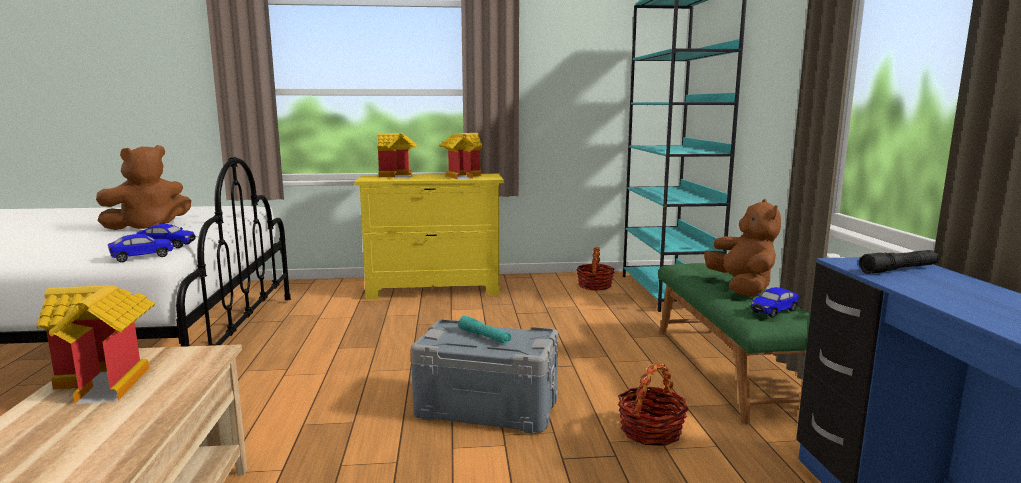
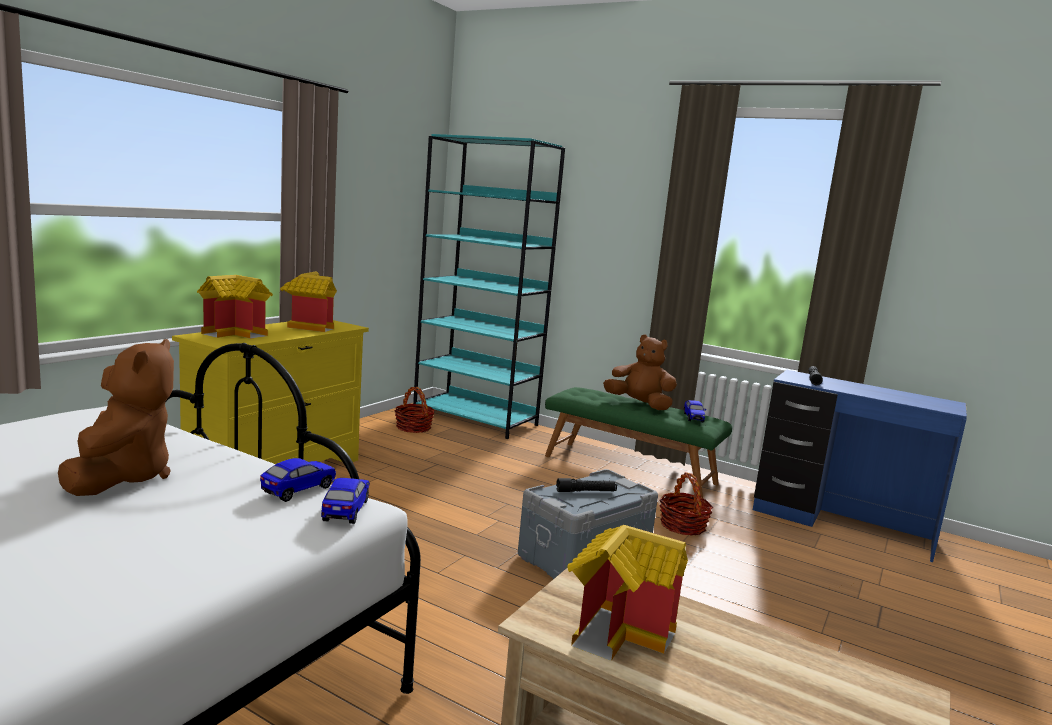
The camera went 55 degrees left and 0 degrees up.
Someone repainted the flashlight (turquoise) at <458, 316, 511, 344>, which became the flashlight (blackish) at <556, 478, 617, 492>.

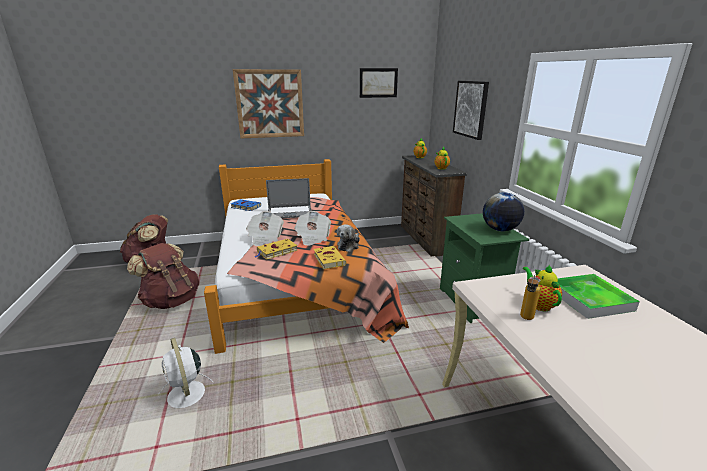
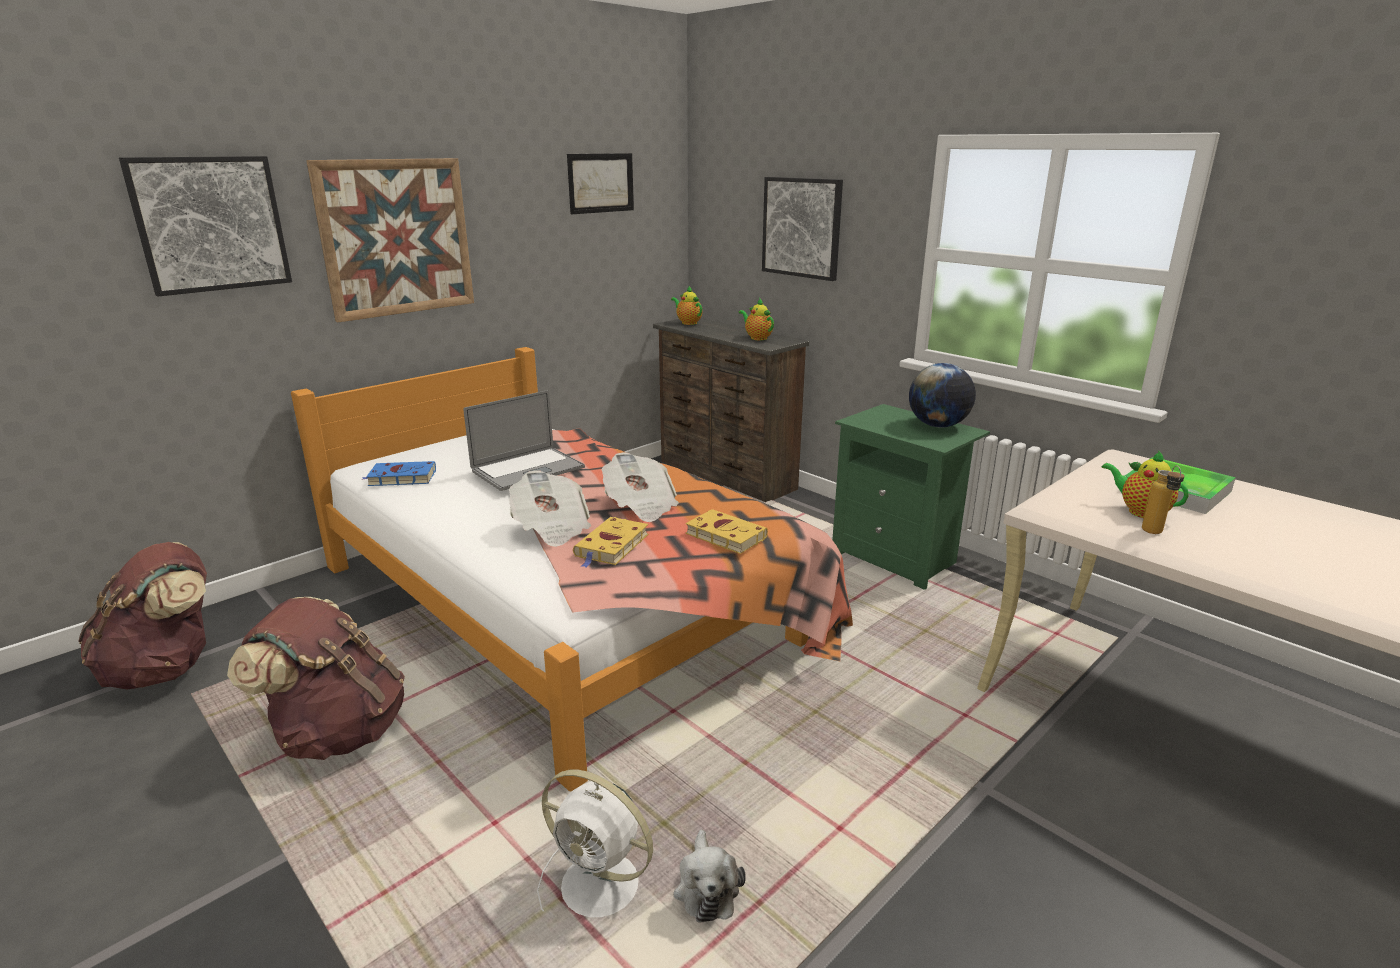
The camera went 30 degrees left and 0 degrees up.
Someone carried the soft toy from <337, 224, 360, 252> to <673, 830, 746, 923>.
Someone put up the picture at <119, 156, 292, 297>.

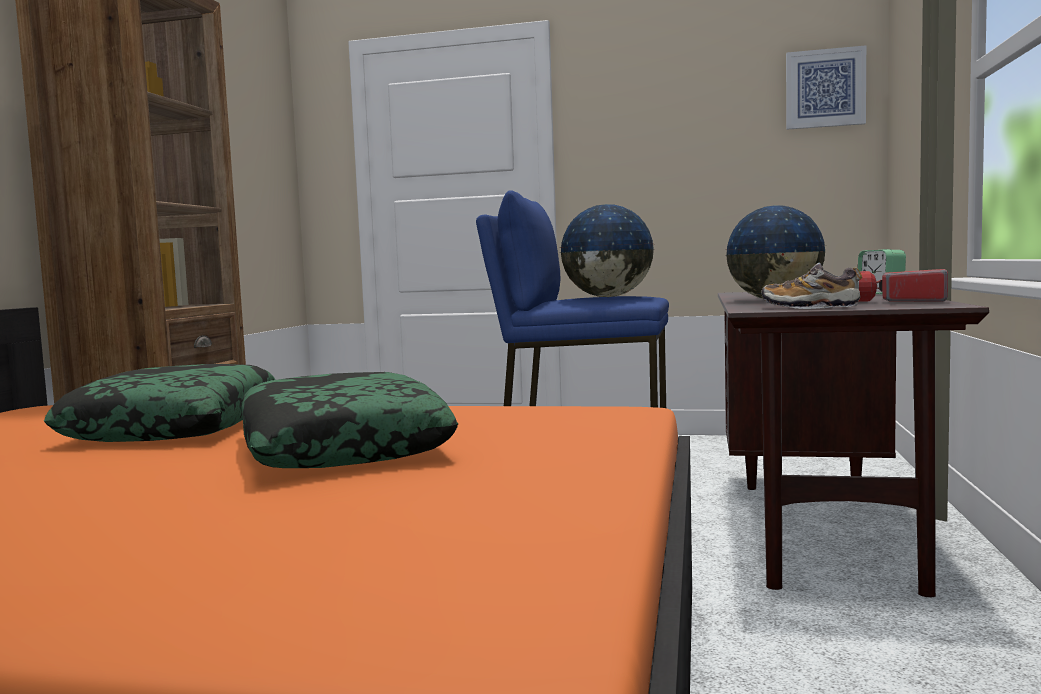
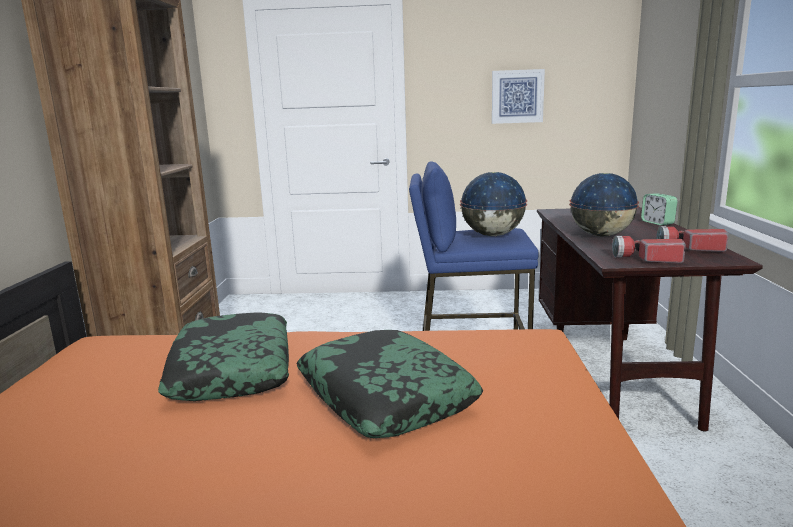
The camera went 10 degrees left and 10 degrees up.
Someone swapped the item of footwear at <761, 263, 862, 309> for the flashlight at <612, 236, 686, 263>.
Someone carried the picture from <786, 45, 866, 130> to <492, 69, 545, 124>.

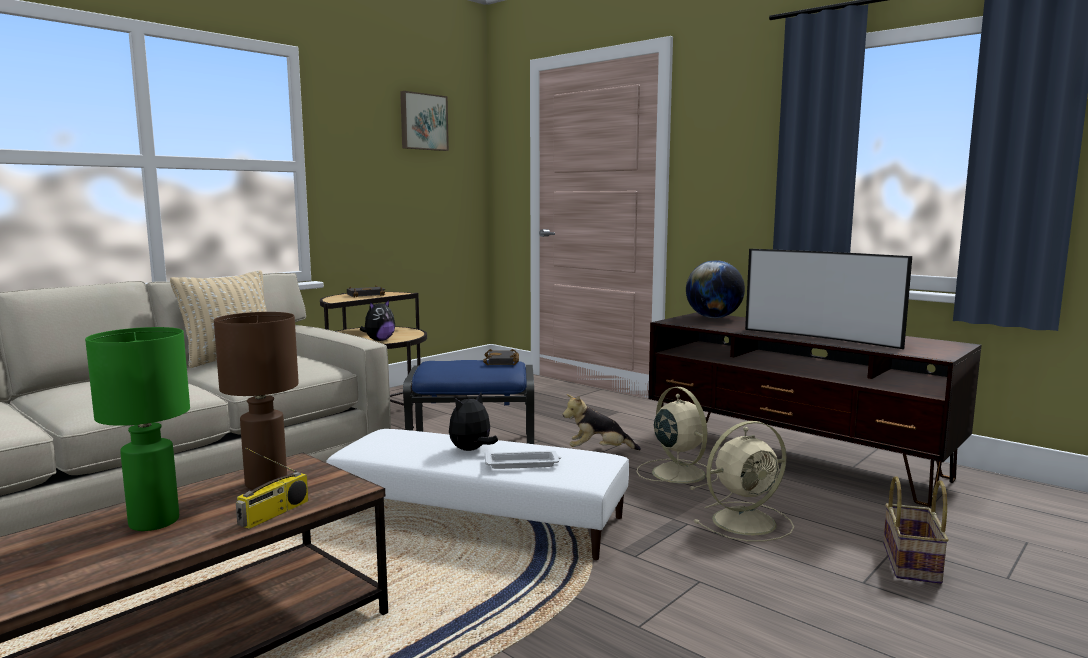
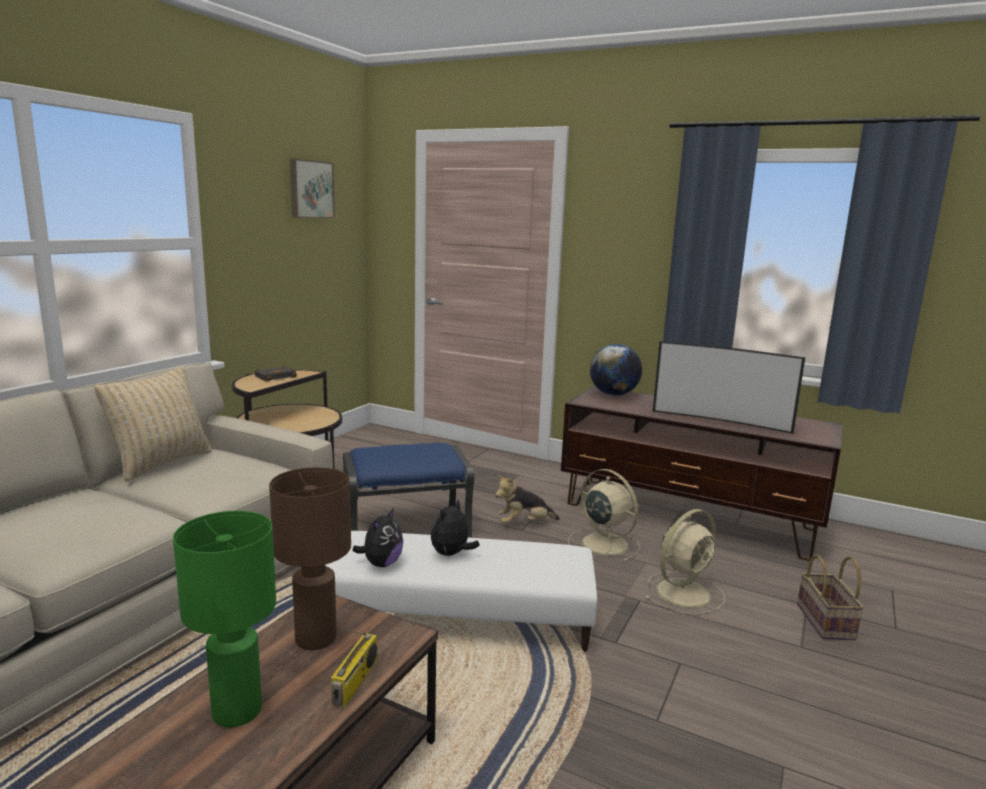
The camera went 15 degrees left and 5 degrees up.
Someone carried the soft toy from <360, 300, 395, 341> to <353, 508, 403, 567>.
Someone took away the volume (blackish) at <483, 349, 519, 365>.
Someone took away the tray (white) at <485, 451, 561, 469>.

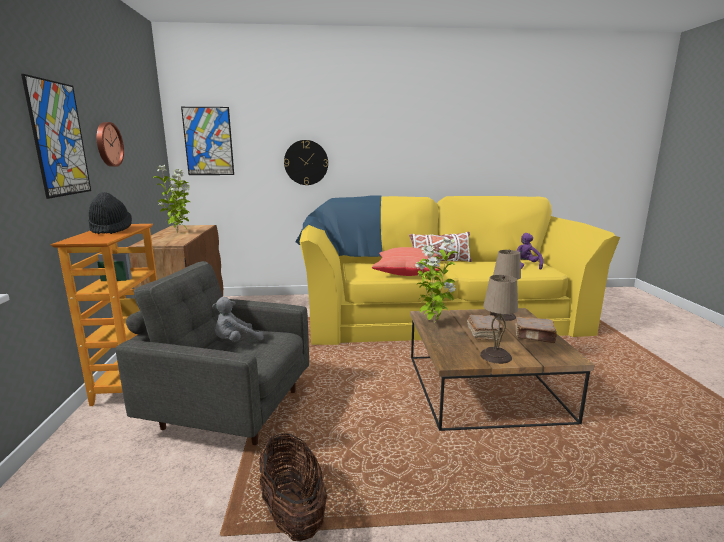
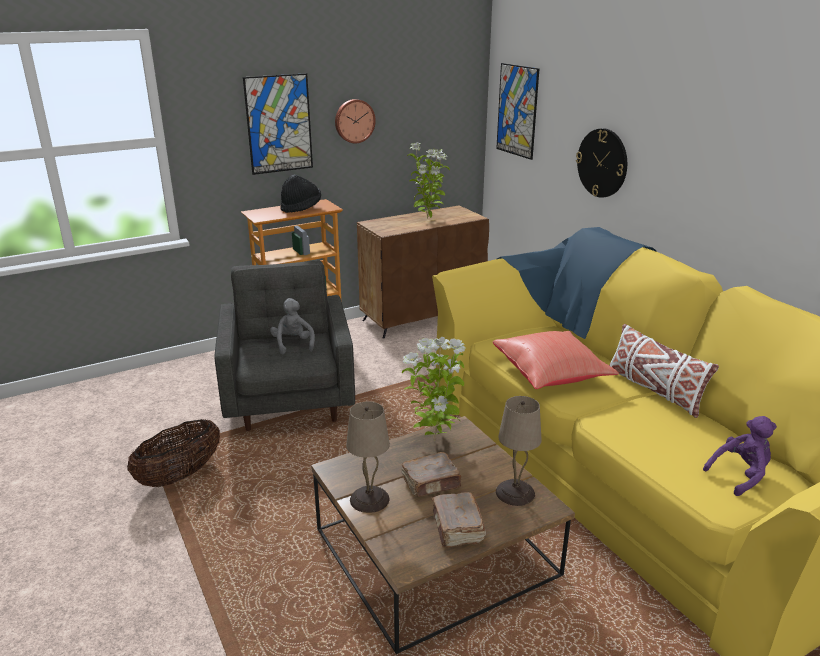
The camera went 65 degrees right and 10 degrees up.
Someone rotated the soft toy (gray) at <212, 297, 264, 342> by 45 degrees clockwise.

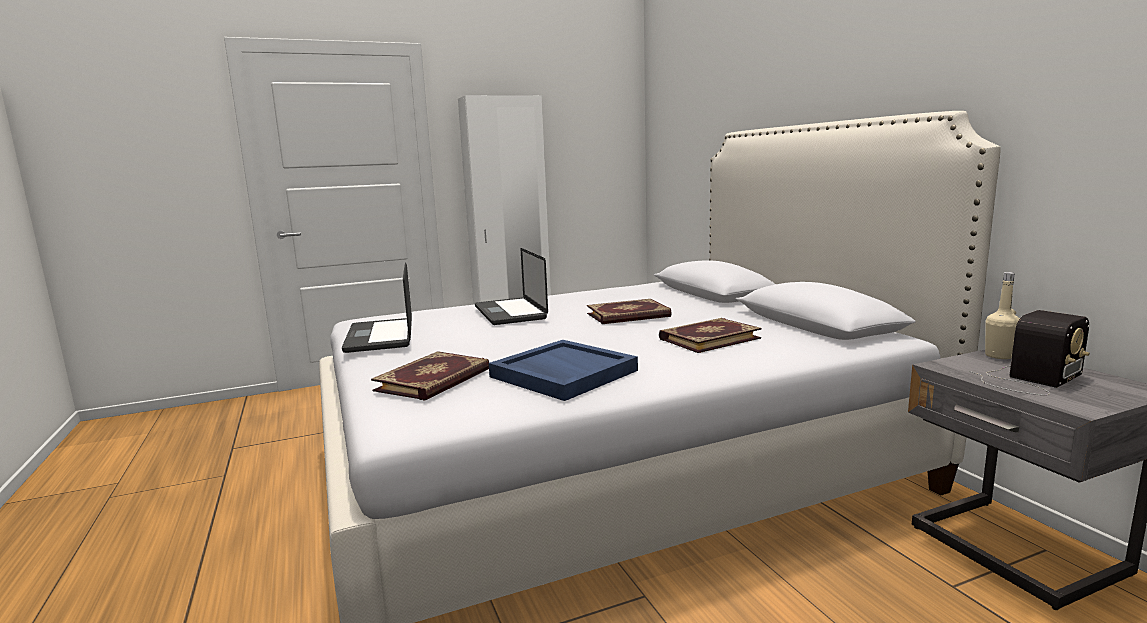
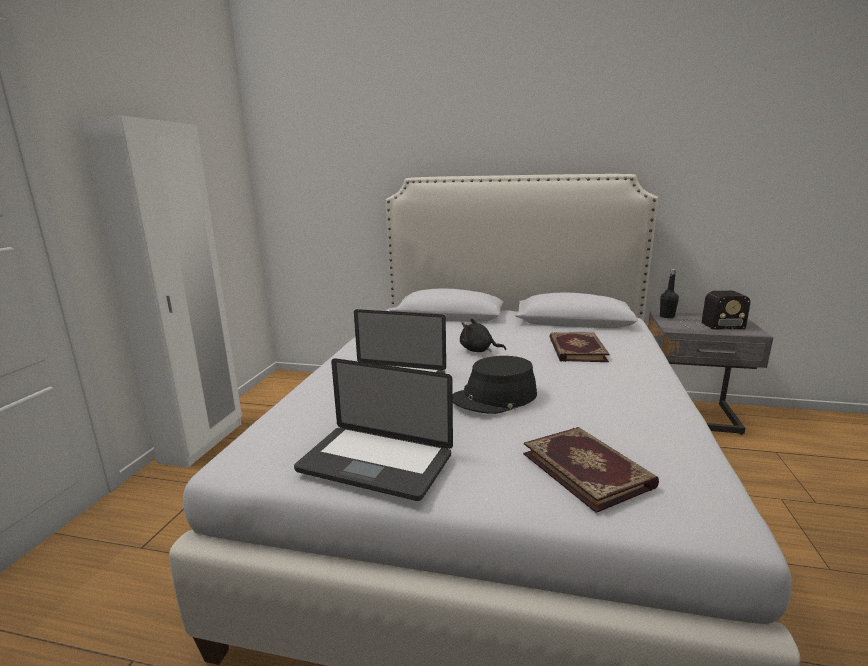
The camera went 55 degrees left and 5 degrees up.
Someone took away the tray (blue) at <489, 340, 638, 401>.
Someone swapped the volume at <587, 299, 672, 324> for the soft toy (blackish) at <460, 318, 506, 352>.
Someone rotated the radio receiver at <969, 310, 1090, 395> by 90 degrees clockwise.
Someone repainted the drink bottle (sand-coloured) at <985, 272, 1020, 359>, which became the drink bottle (blackish) at <660, 269, 679, 318>.
Someone put down the hat (blackish) at <453, 356, 537, 414>.

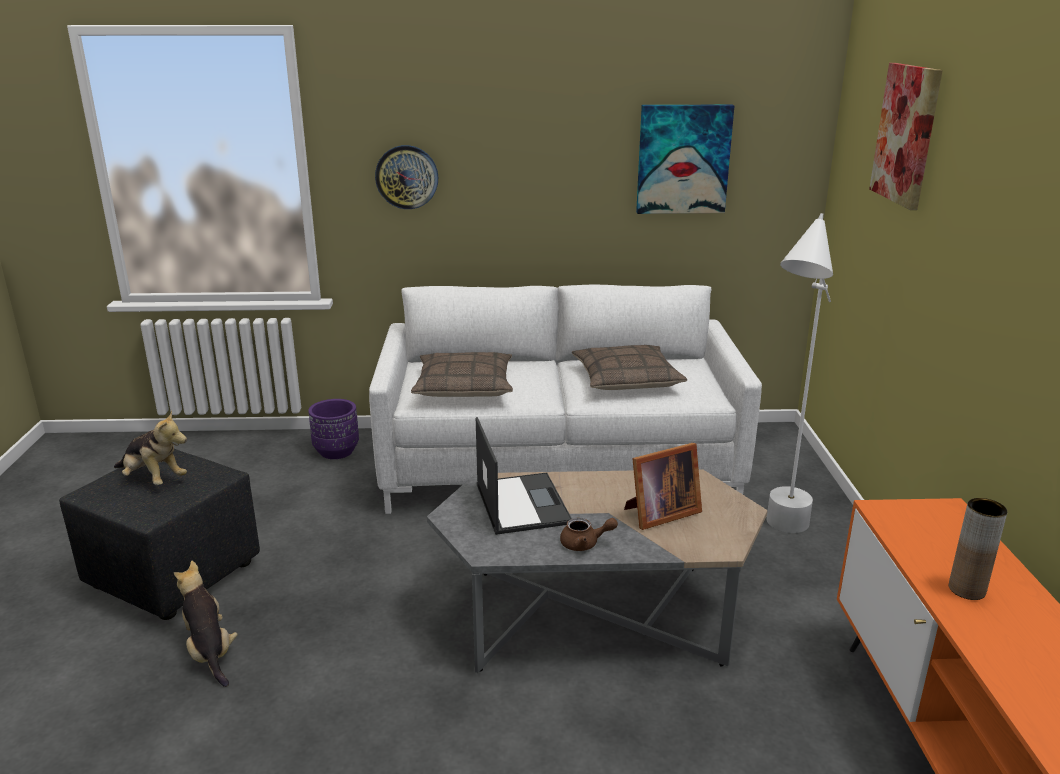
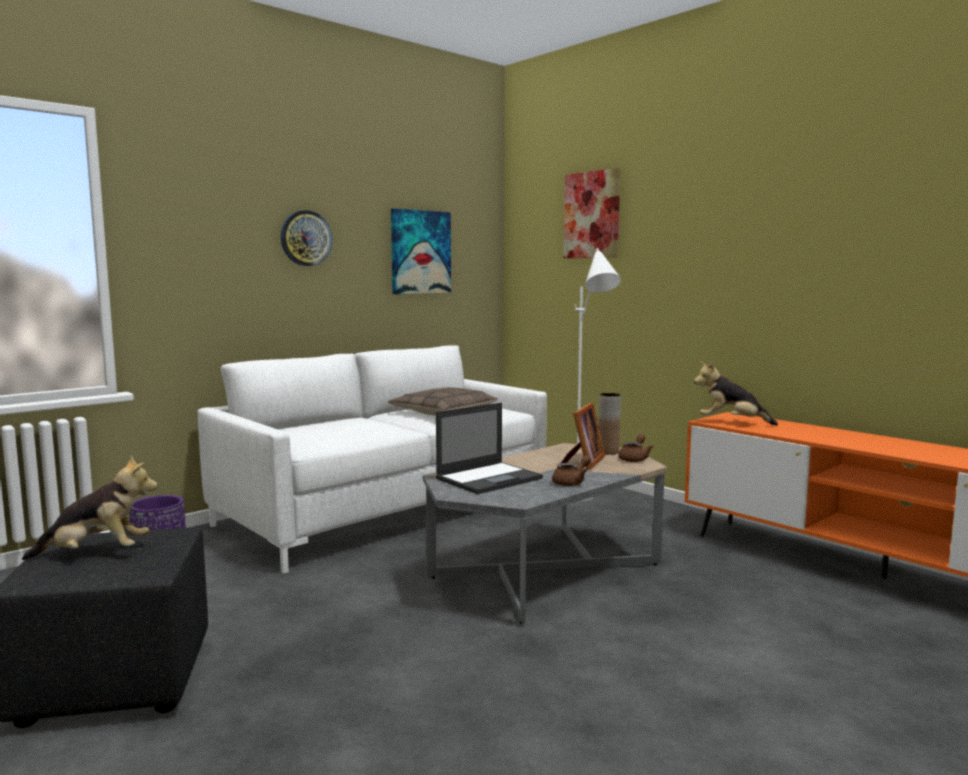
The camera went 40 degrees left and 15 degrees down.
Someone carried the soft toy from <174, 561, 238, 687> to <694, 362, 778, 426>.
Someone carried the wall clock from <375, 145, 438, 209> to <281, 210, 332, 266>.
Someone took away the throw pillow at <411, 352, 513, 397>.
Someone rotated the notebook computer at <476, 417, 572, 535> by 105 degrees clockwise.
Someone carried the decorative vase (brownish) from <949, 498, 1007, 600> to <599, 393, 621, 454>.
Someone put down the teapot (brownish) at <618, 434, 653, 462>.

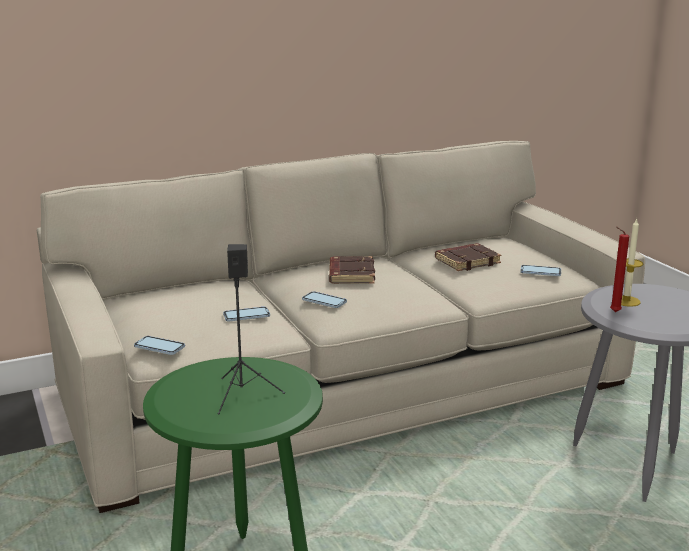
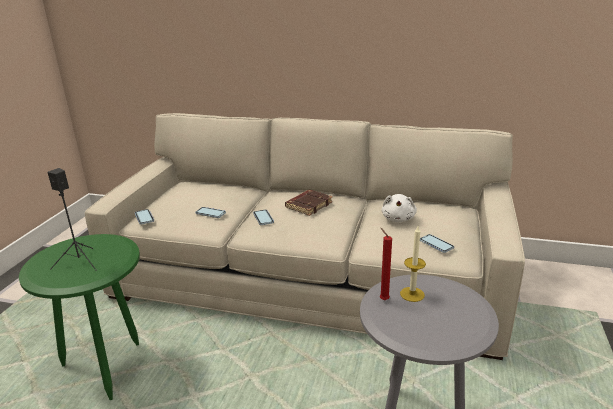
The camera went 40 degrees right and 5 degrees up.
Someone swapped the volume (brownish) at <435, 243, 501, 271> for the soft toy (white) at <382, 194, 417, 222>.

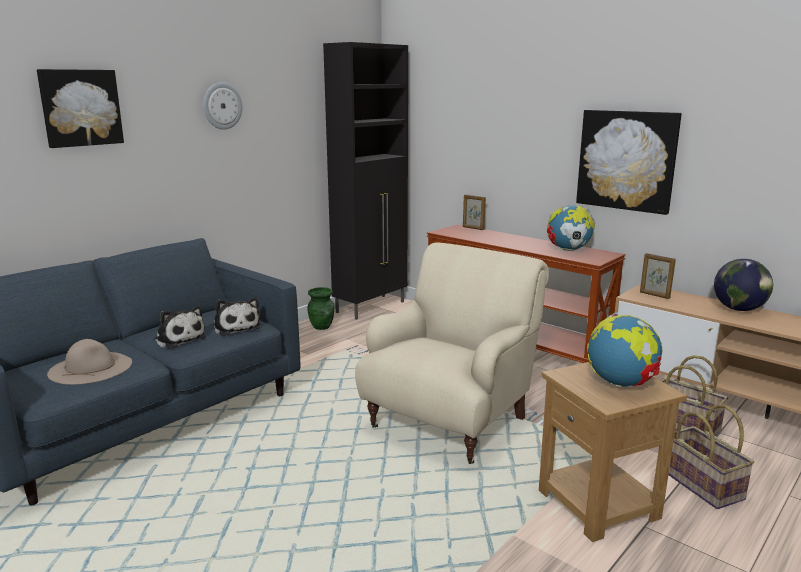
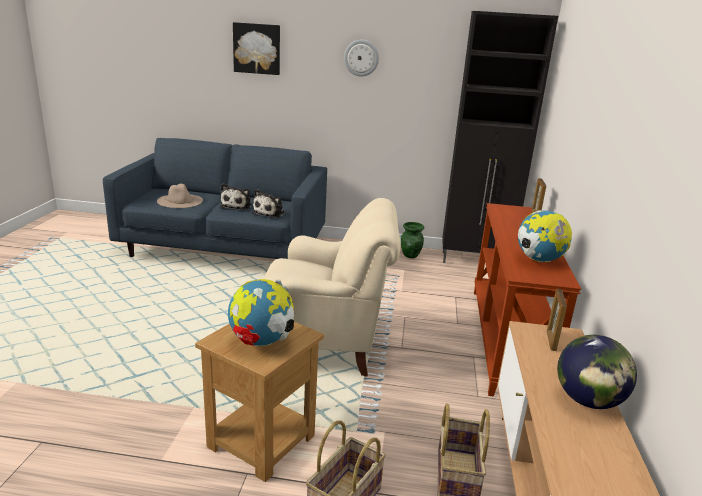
The camera went 55 degrees right and 5 degrees up.
Someone took away the picture at <576, 110, 682, 215>.

